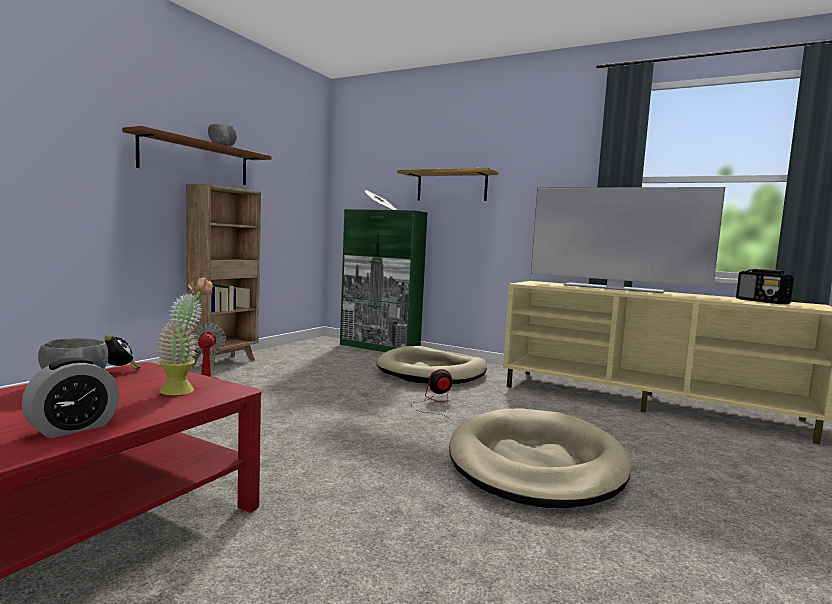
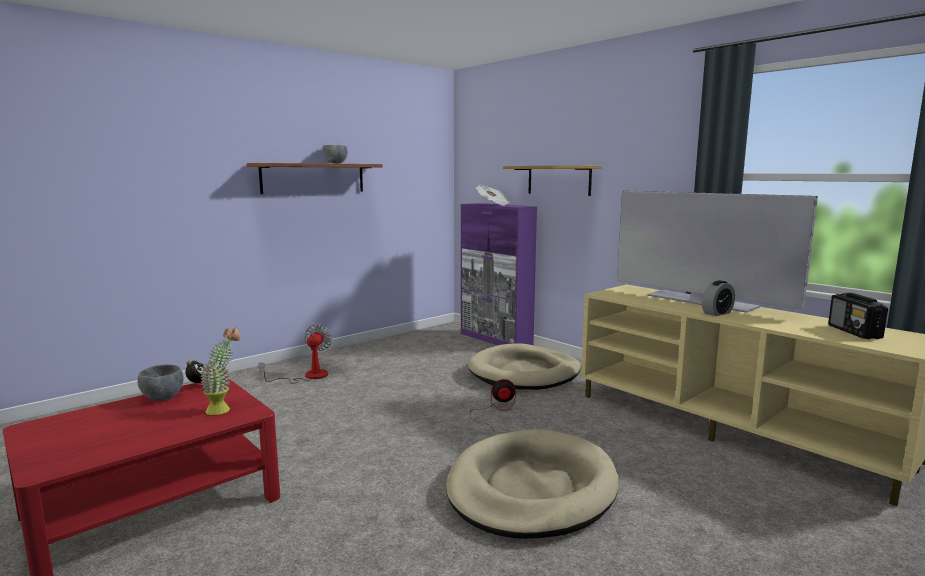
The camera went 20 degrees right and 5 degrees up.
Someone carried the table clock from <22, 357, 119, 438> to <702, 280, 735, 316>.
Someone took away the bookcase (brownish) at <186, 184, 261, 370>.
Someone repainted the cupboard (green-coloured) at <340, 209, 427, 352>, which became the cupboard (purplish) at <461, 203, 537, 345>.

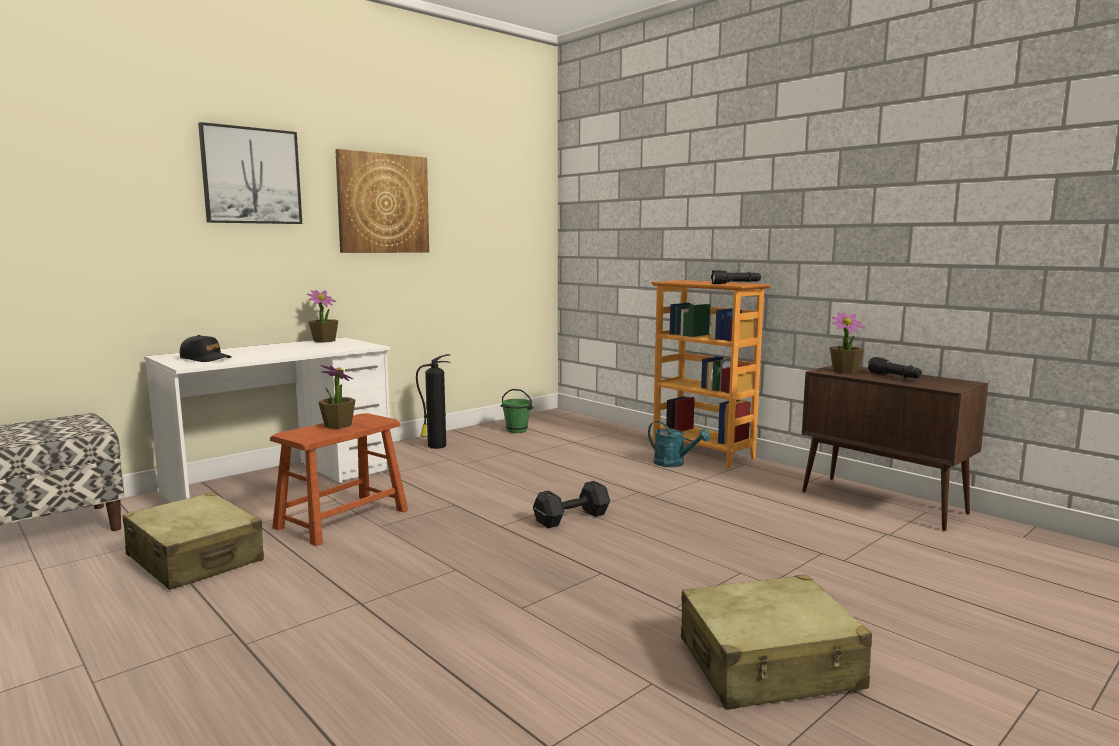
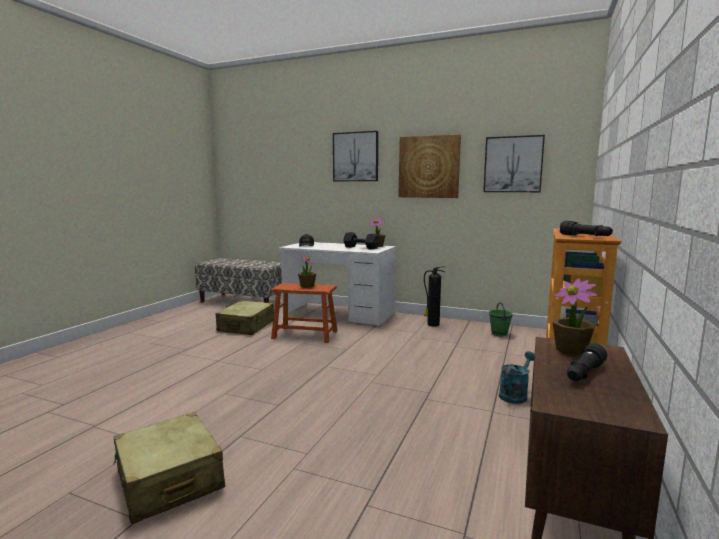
The camera went 65 degrees right and 0 degrees up.
Someone carried the dumbbell (blackish) from <533, 481, 610, 528> to <343, 232, 380, 250>.
Someone rotated the sprinkling can (turquoise) at <648, 421, 710, 467> by 150 degrees counterclockwise.
Someone put up the picture at <483, 135, 545, 192>.

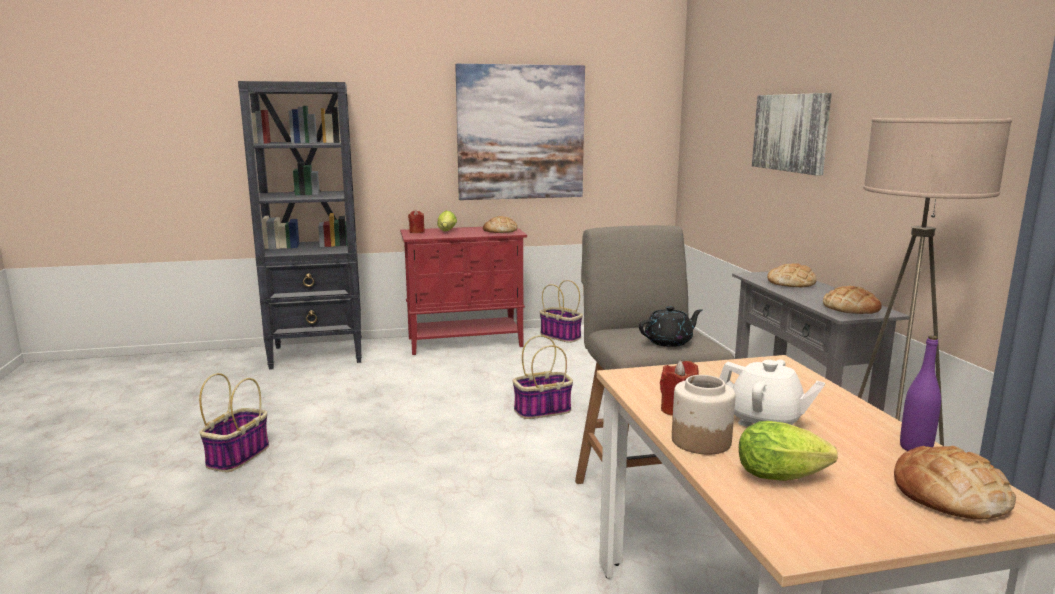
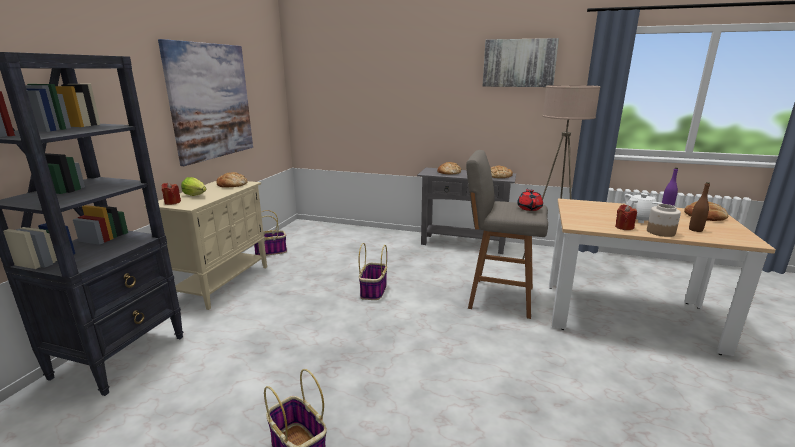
The camera went 60 degrees left and 5 degrees up.
Someone repainted the cupboard (reddish) at <400, 227, 527, 355>, which became the cupboard (sand-coloured) at <144, 181, 267, 310>.
Someone repainted the teapot (blackish) at <639, 306, 702, 347>, which became the teapot (reddish) at <517, 188, 543, 211>.
Someone swapped the lettuce head at <739, 421, 838, 481> for the drink bottle (brownish) at <689, 182, 710, 232>.
Someone carried the picture from <752, 93, 832, 175> to <483, 38, 559, 87>.

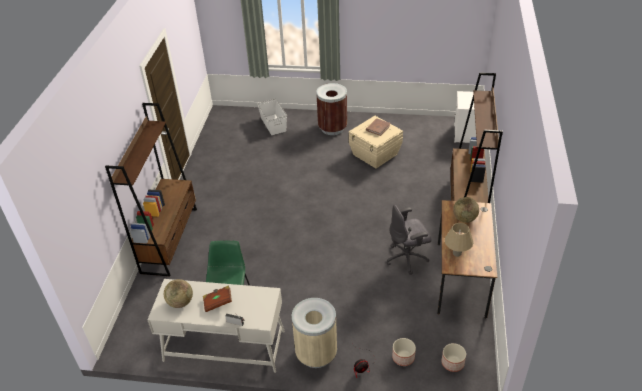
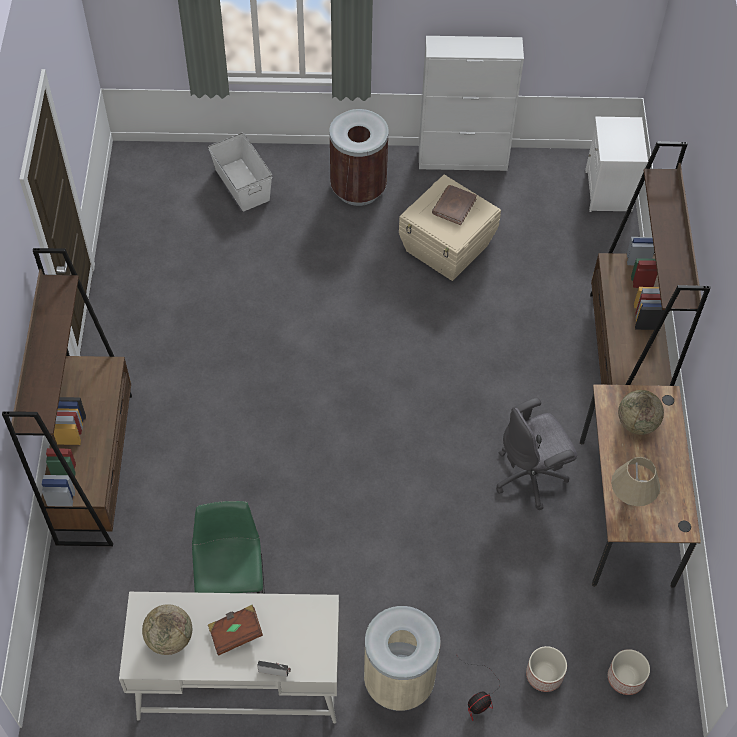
The camera went 10 degrees left and 15 degrees up.
Someone put down the cupboard (white) at <419, 36, 524, 171>.

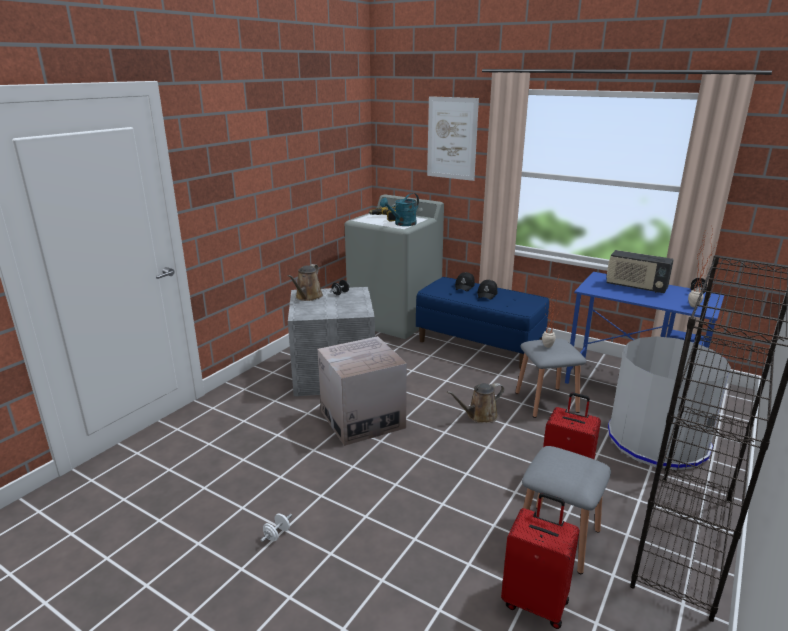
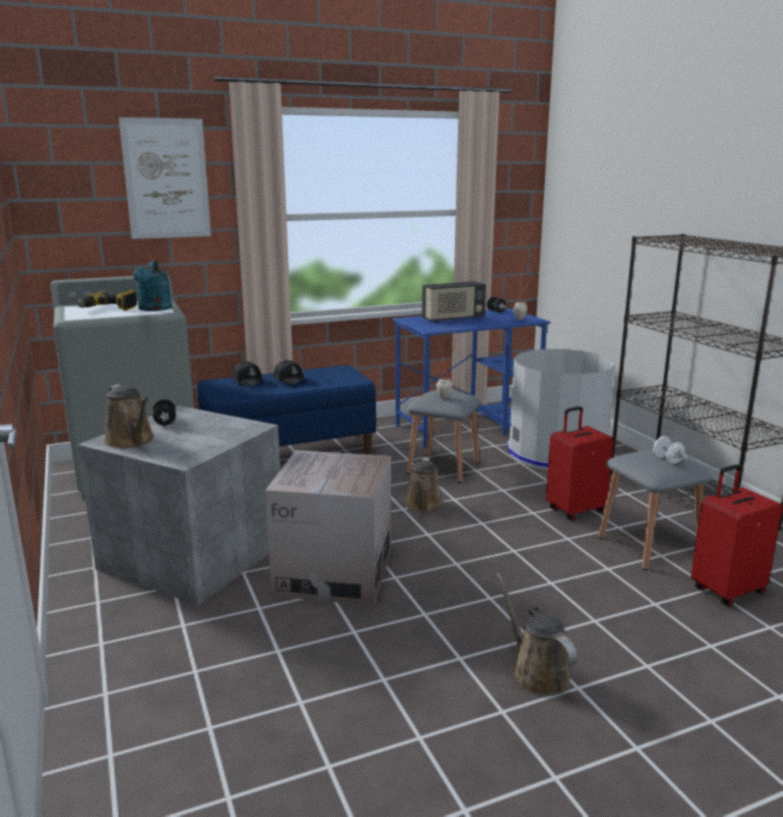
The camera went 55 degrees left and 5 degrees down.
Someone carried the dumbbell (white) from <261, 514, 292, 542> to <652, 436, 688, 464>.
Someone put down the sprinkling can (brownish) at <496, 573, 577, 696>.

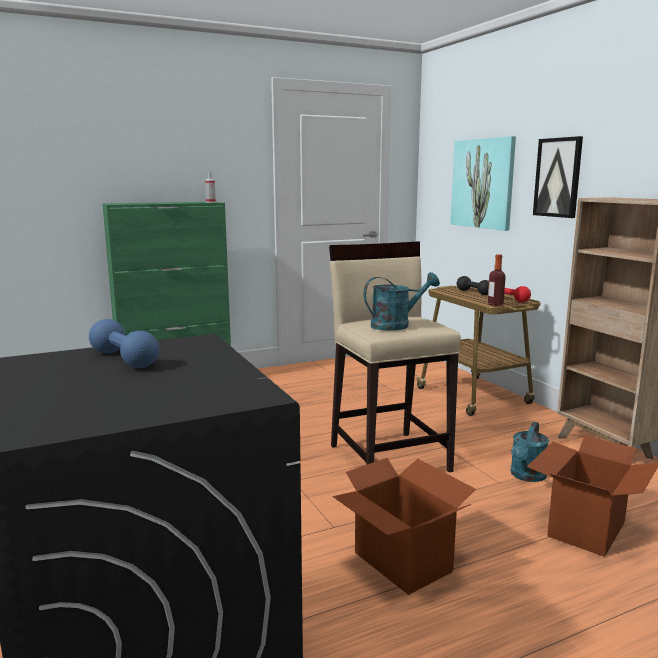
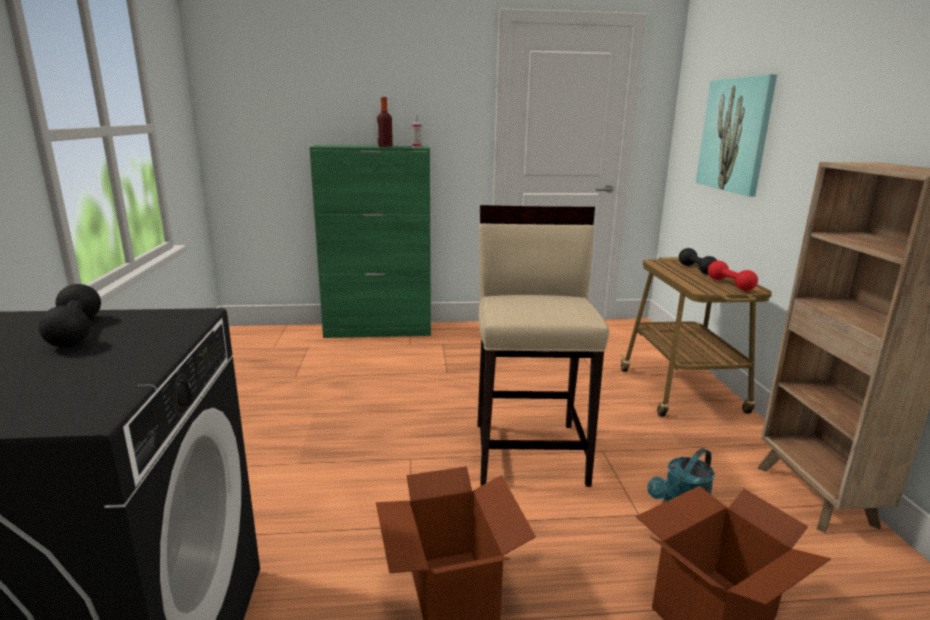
The camera went 20 degrees right and 5 degrees up.
Someone repainted the dumbbell (blue) at <89, 319, 159, 368>, which became the dumbbell (blackish) at <39, 284, 101, 348>.
Someone took away the sprinkling can (turquoise) at <364, 272, 440, 331>.
Someone carried the drink bottle from <488, 254, 506, 306> to <377, 97, 393, 147>.
Someone took away the picture at <533, 136, 583, 218>.

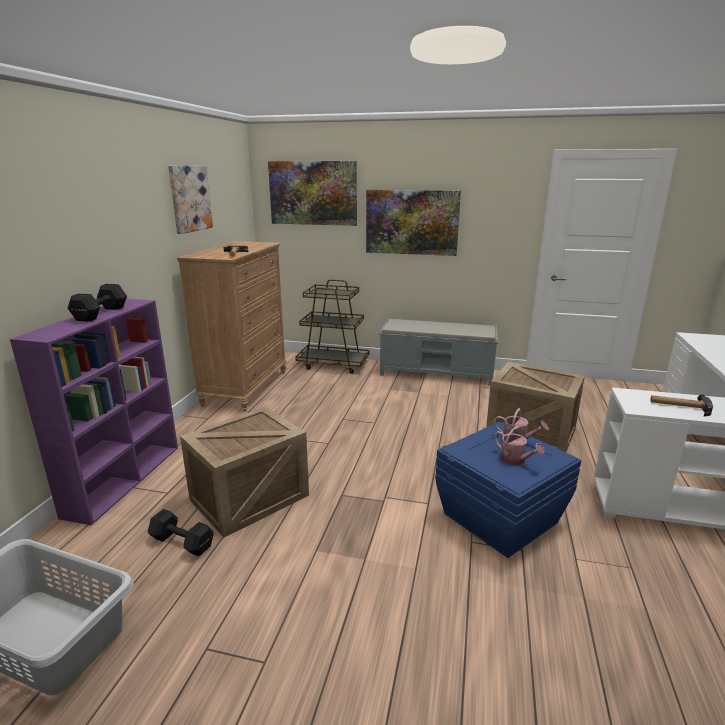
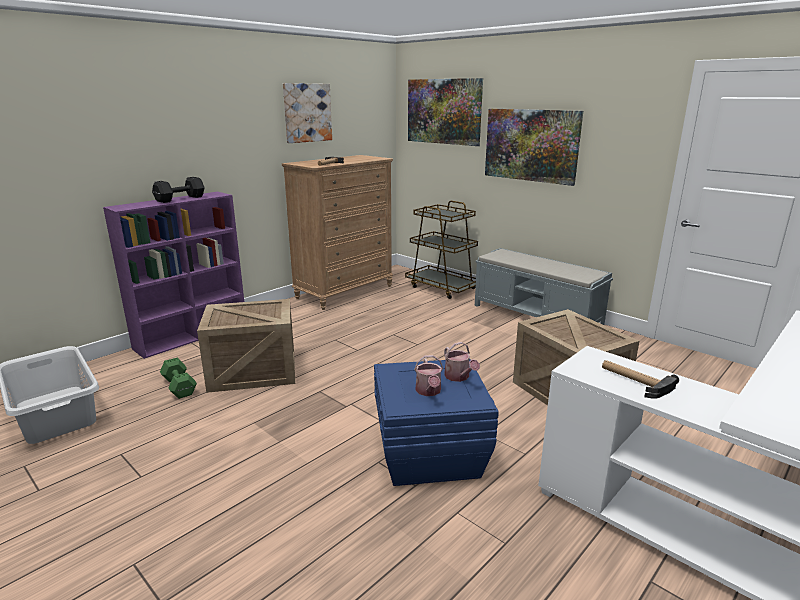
The camera went 30 degrees right and 0 degrees up.
Someone repainted the dumbbell (blackish) at <148, 509, 214, 556>, which became the dumbbell (green-coloured) at <160, 358, 197, 399>.

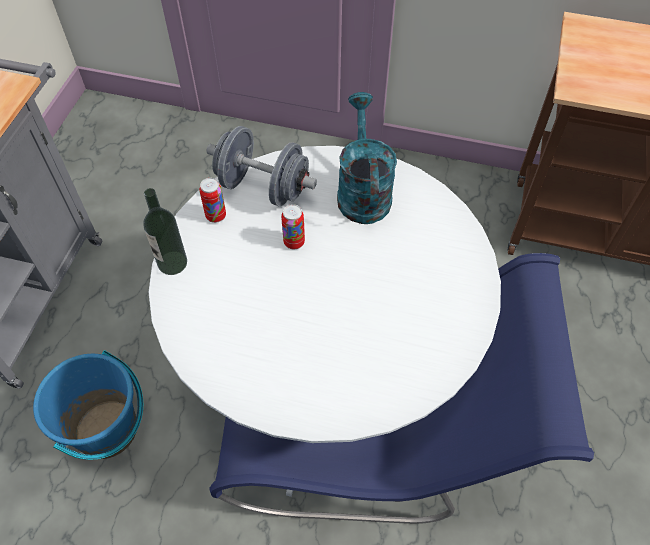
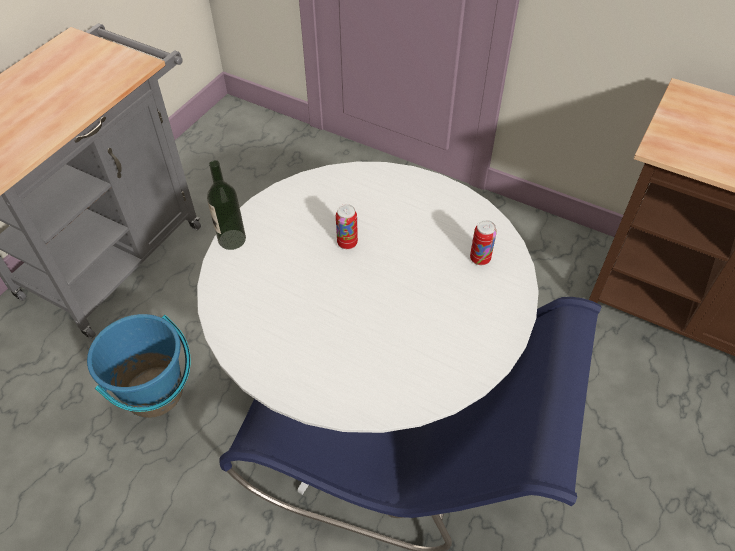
The camera went 15 degrees right and 5 degrees down.
Someone carried the can from <199, 178, 226, 223> to <470, 220, 497, 265>.
Someone took away the dumbbell (gray) at <207, 126, 317, 206>.
Someone took away the sprinkling can (turquoise) at <337, 92, 397, 224>.

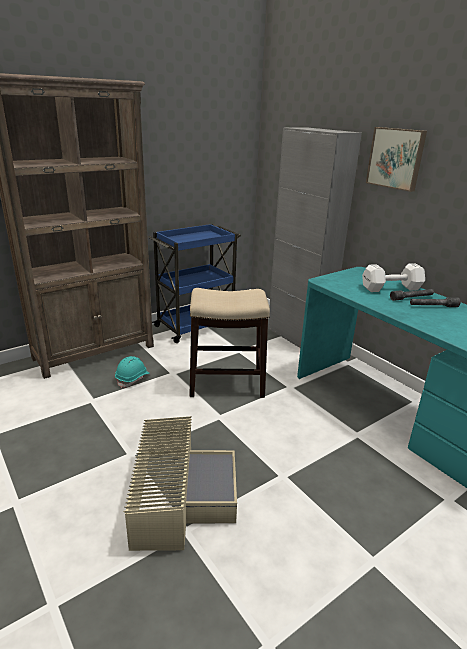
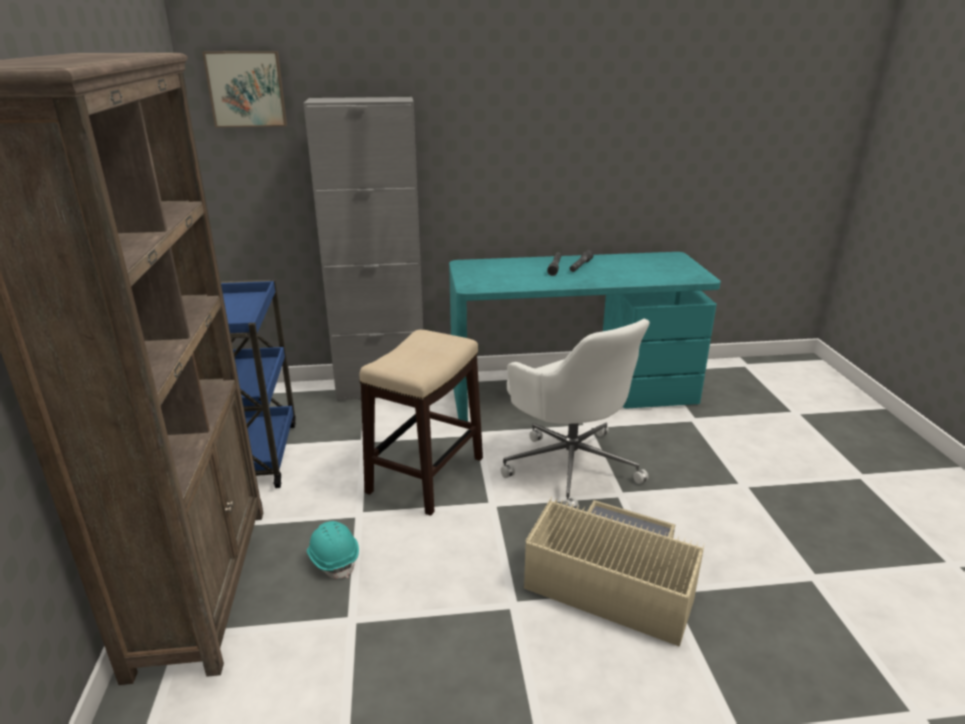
The camera went 60 degrees left and 0 degrees up.
Someone took away the dumbbell (white) at <362, 263, 425, 292>.
Someone carried the picture from <366, 127, 427, 192> to <202, 51, 287, 128>.
Someone put down the office chair (white) at <501, 319, 650, 509>.

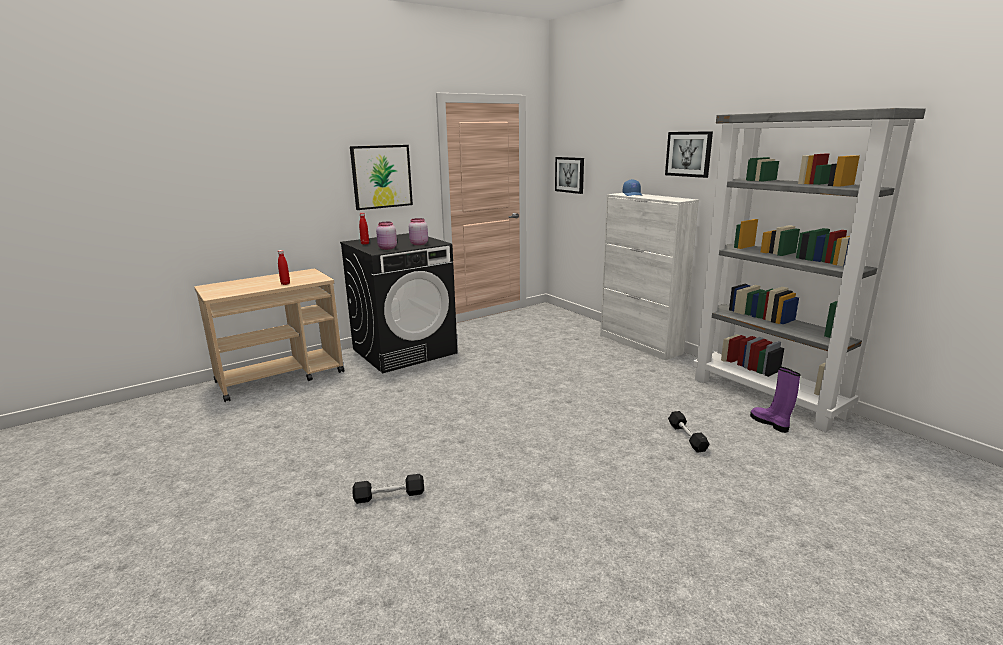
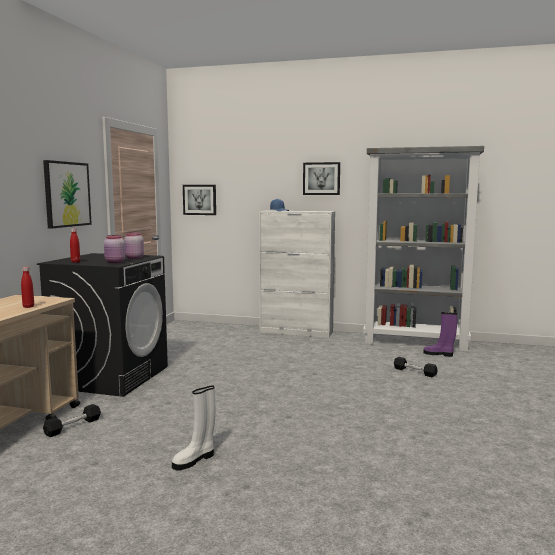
The camera went 40 degrees left and 10 degrees down.
Someone carried the dumbbell (blackish) from <352, 474, 424, 504> to <43, 404, 101, 437>.
Someone put down the tall boot (white) at <172, 385, 215, 470>.

